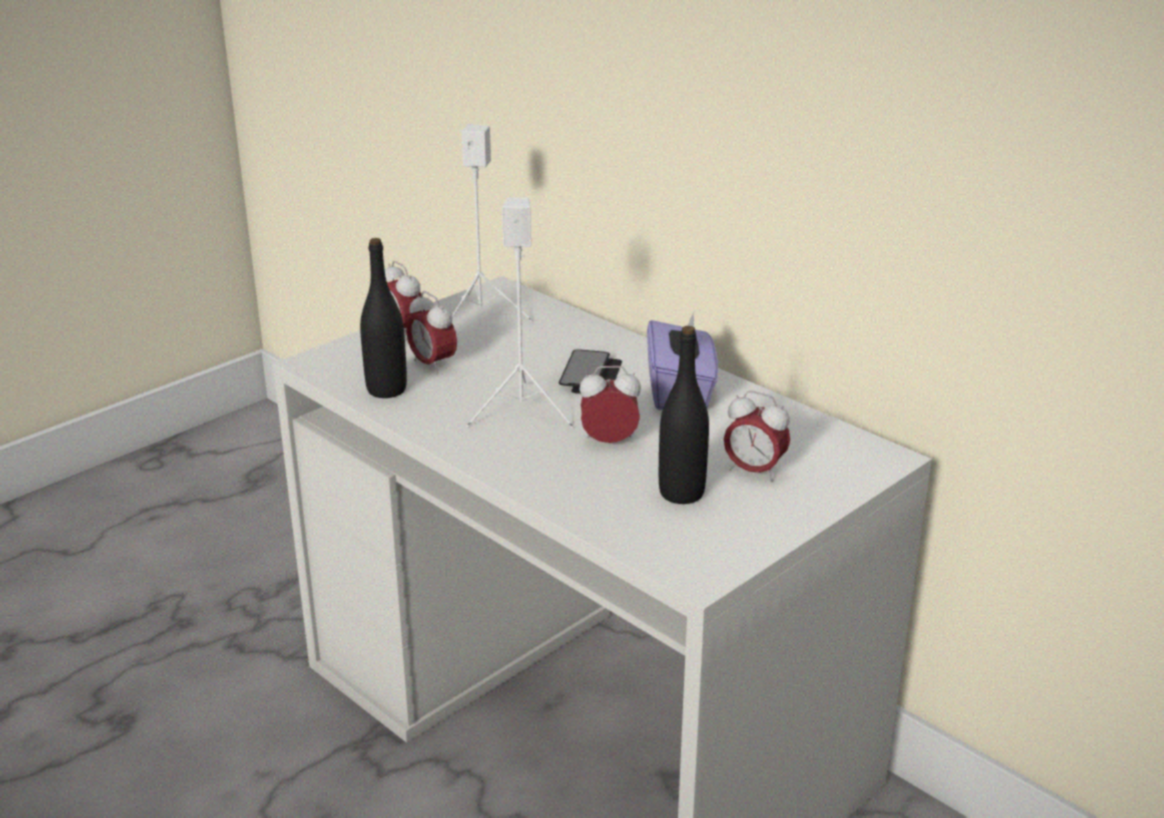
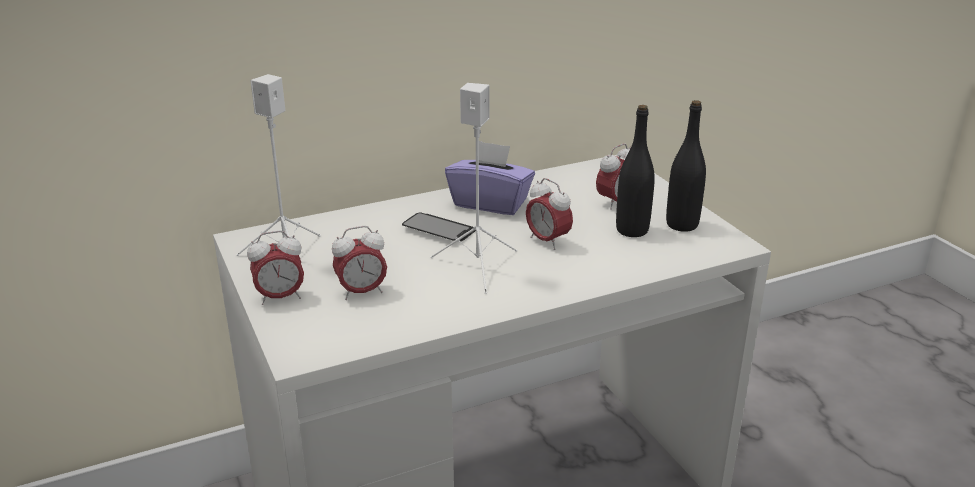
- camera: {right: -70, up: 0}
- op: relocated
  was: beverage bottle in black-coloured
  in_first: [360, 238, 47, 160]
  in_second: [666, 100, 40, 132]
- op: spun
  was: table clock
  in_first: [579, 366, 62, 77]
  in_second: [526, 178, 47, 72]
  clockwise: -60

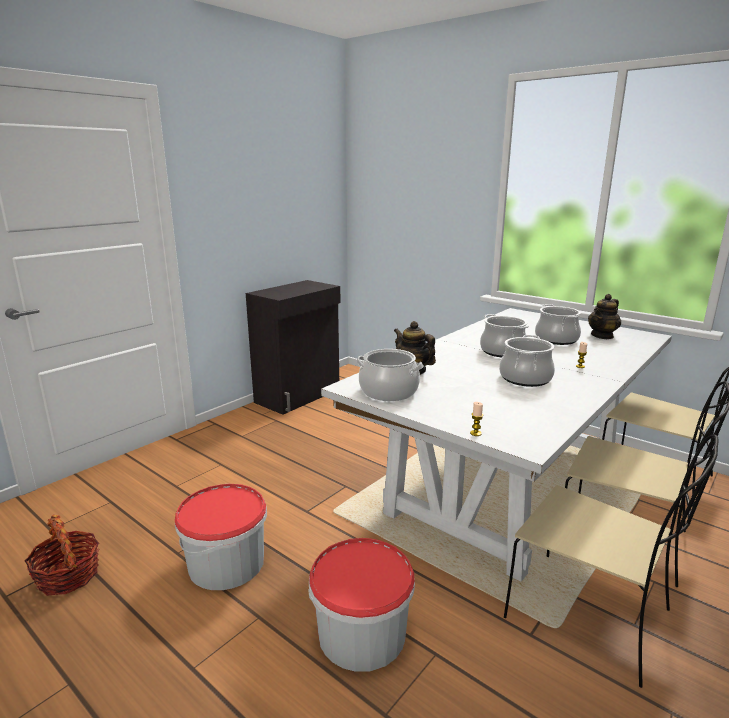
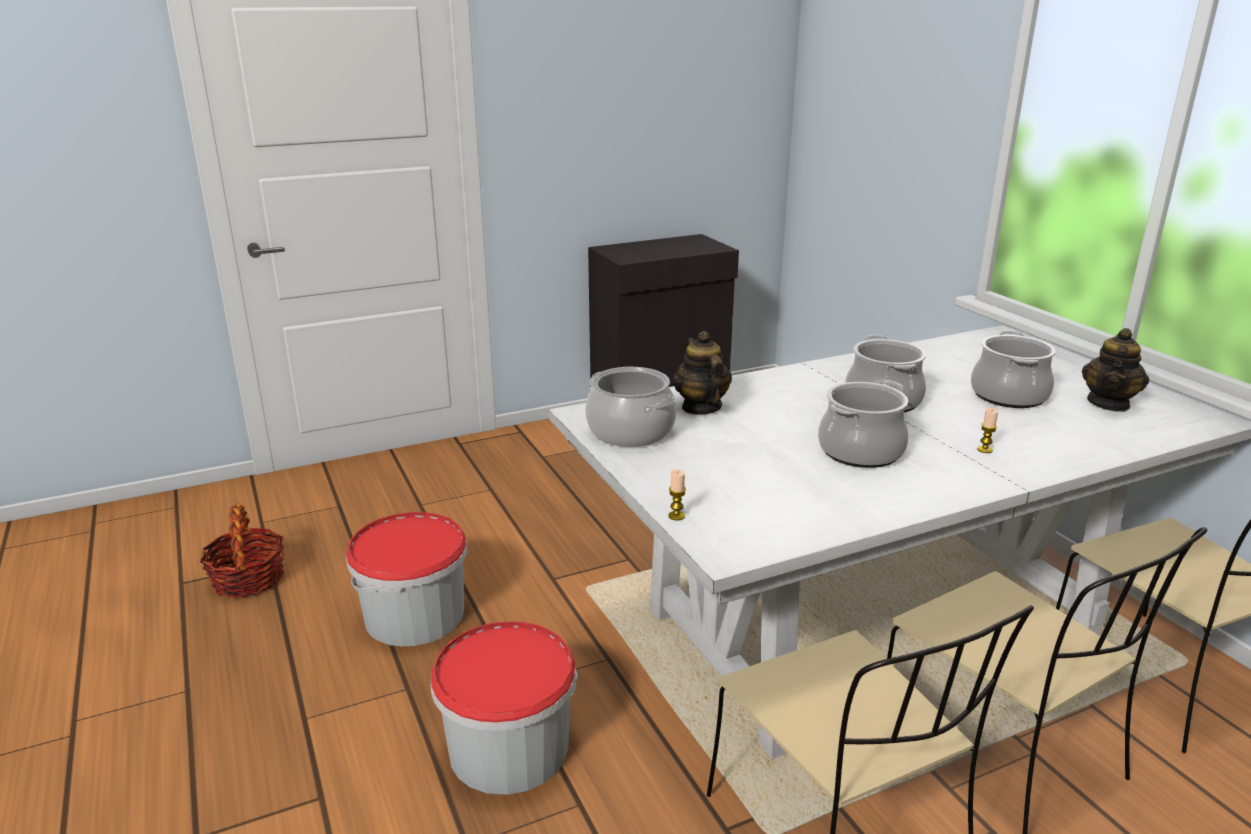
- camera: {right: 25, up: 5}
- op: spun
  was: teapot
  in_first: [588, 294, 33, 45]
  in_second: [1082, 328, 67, 84]
  clockwise: -45

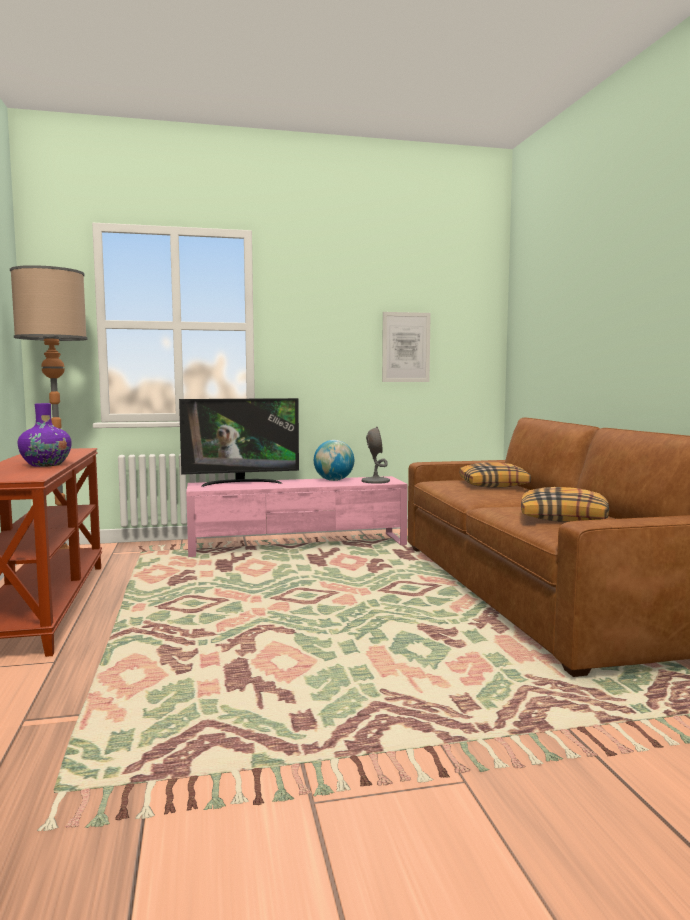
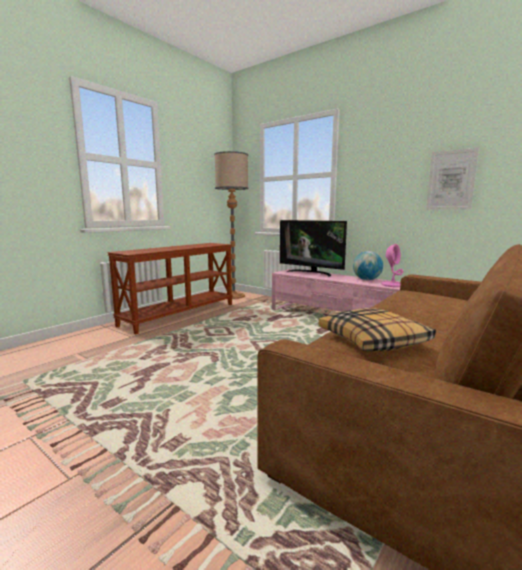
- camera: {right: 50, up: 5}
- op: missing
  was: vase in purplish
  in_first: [18, 403, 54, 64]
- op: colour
  was: table lamp in grey
  now: table lamp in pink
  in_first: [362, 427, 28, 57]
  in_second: [381, 244, 22, 43]
- op: missing
  was: cushion
  in_first: [460, 462, 71, 26]

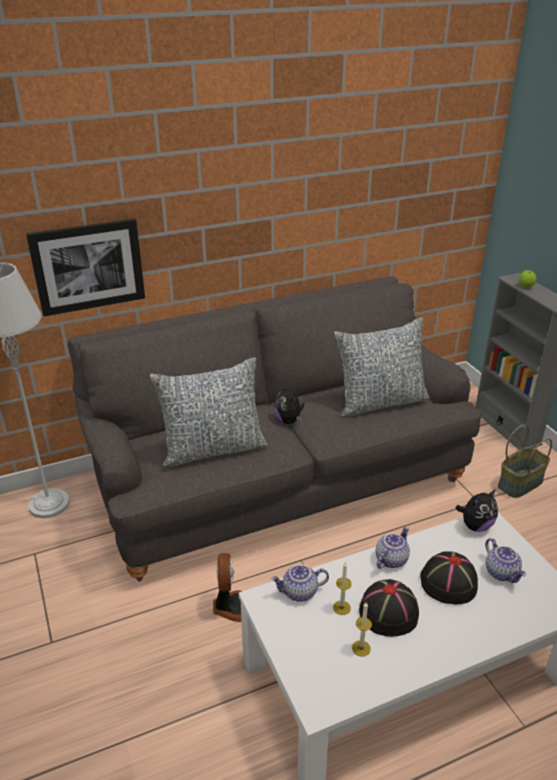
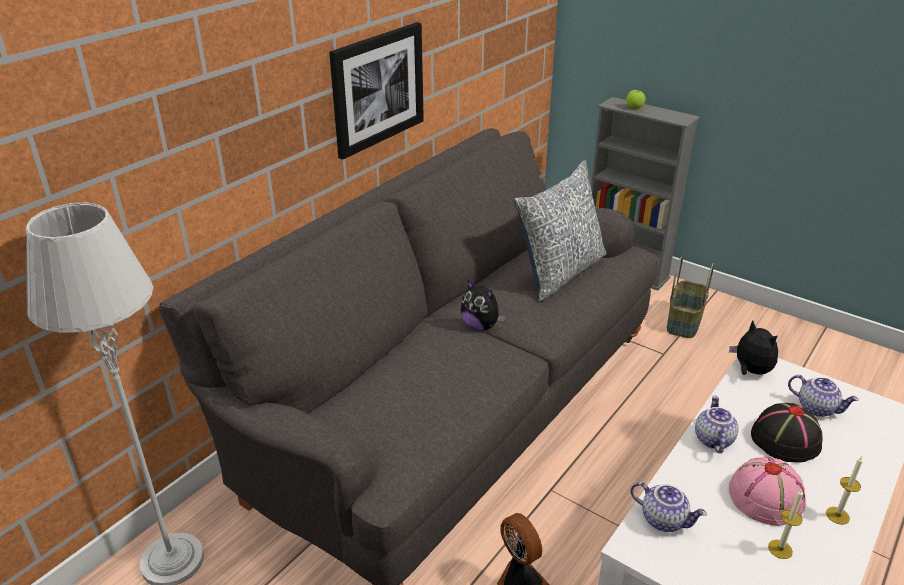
- camera: {right: -30, up: 0}
- op: relocated
  was: picture
  in_first: [26, 219, 119, 97]
  in_second: [329, 22, 95, 137]
- op: missing
  was: cushion
  in_first: [150, 357, 118, 110]
- op: spun
  was: teapot
  in_first: [271, 564, 58, 38]
  in_second: [630, 482, 77, 50]
  clockwise: -105
- op: relocated
  was: candle
  in_first: [333, 562, 19, 53]
  in_second: [826, 457, 37, 68]
- op: colour
  was: hat in black-coloured
  now: hat in pink
  in_first: [359, 579, 60, 58]
  in_second: [729, 457, 77, 69]
- op: spun
  was: plush toy
  in_first: [455, 489, 43, 43]
  in_second: [729, 320, 49, 55]
  clockwise: -60

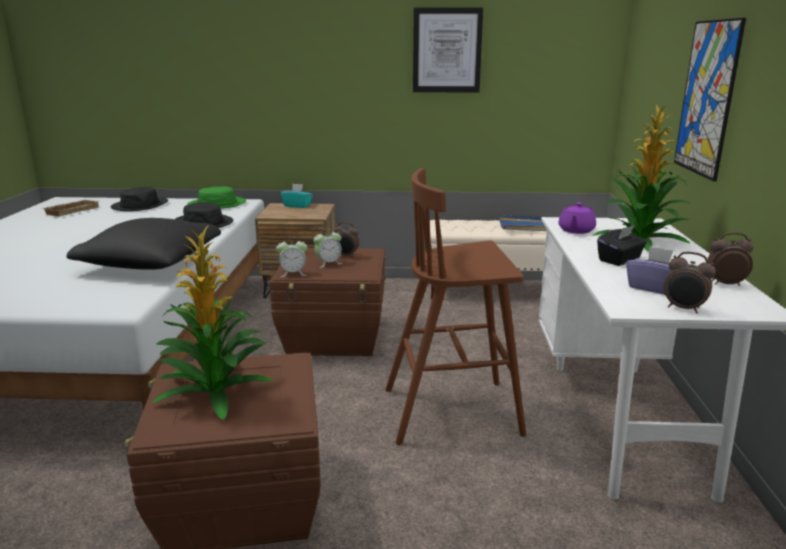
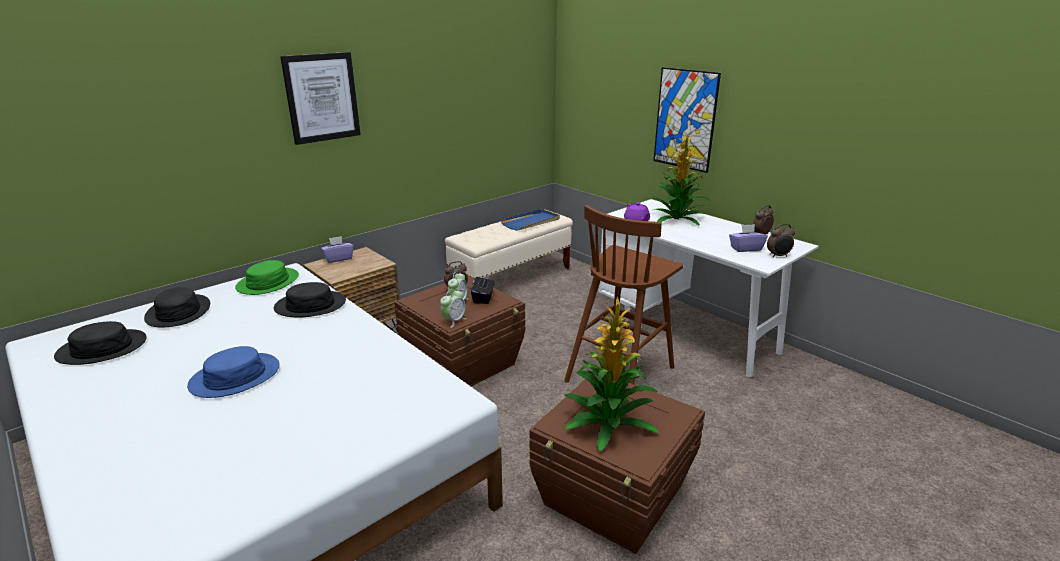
- camera: {right: -45, up: 5}
- op: exchanged
  was: tray in beige
  now: hat in black-coloured
  in_first: [42, 200, 58, 17]
  in_second: [54, 321, 93, 44]
- op: missing
  was: cushion in black-coloured
  in_first: [66, 218, 155, 52]
- op: colour
  was: box of tissues in blue-green
  now: box of tissues in purplish
  in_first: [280, 183, 33, 25]
  in_second: [321, 236, 32, 27]
- op: relocated
  was: picture
  in_first: [413, 7, 70, 85]
  in_second: [280, 52, 81, 93]
- op: relocated
  was: box of tissues in black-coloured
  in_first: [597, 225, 50, 41]
  in_second: [471, 275, 23, 29]
- op: appeared
  now: hat in blue-coloured
  in_second: [187, 346, 93, 52]

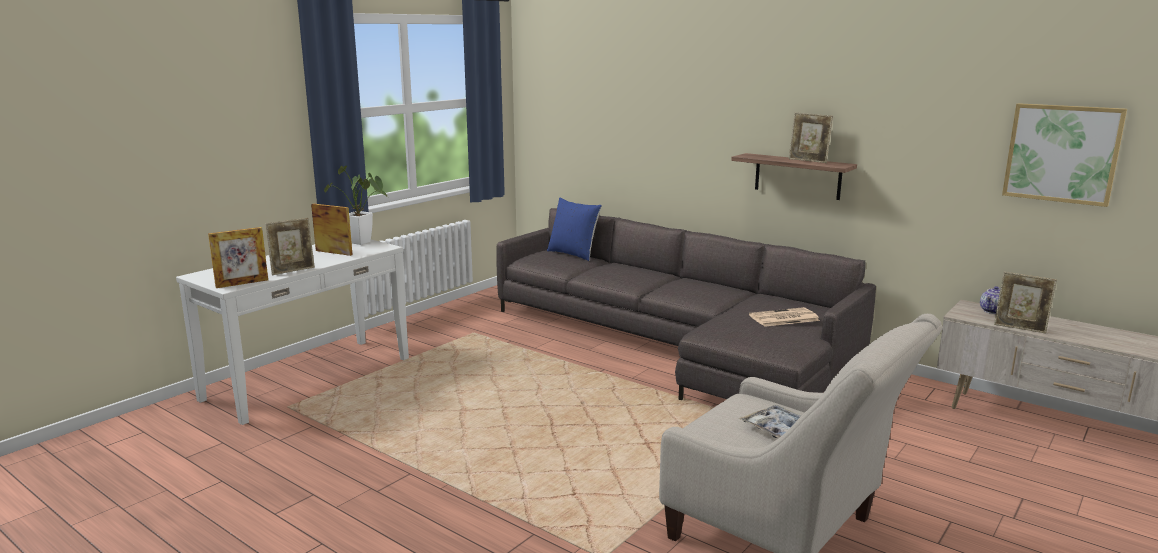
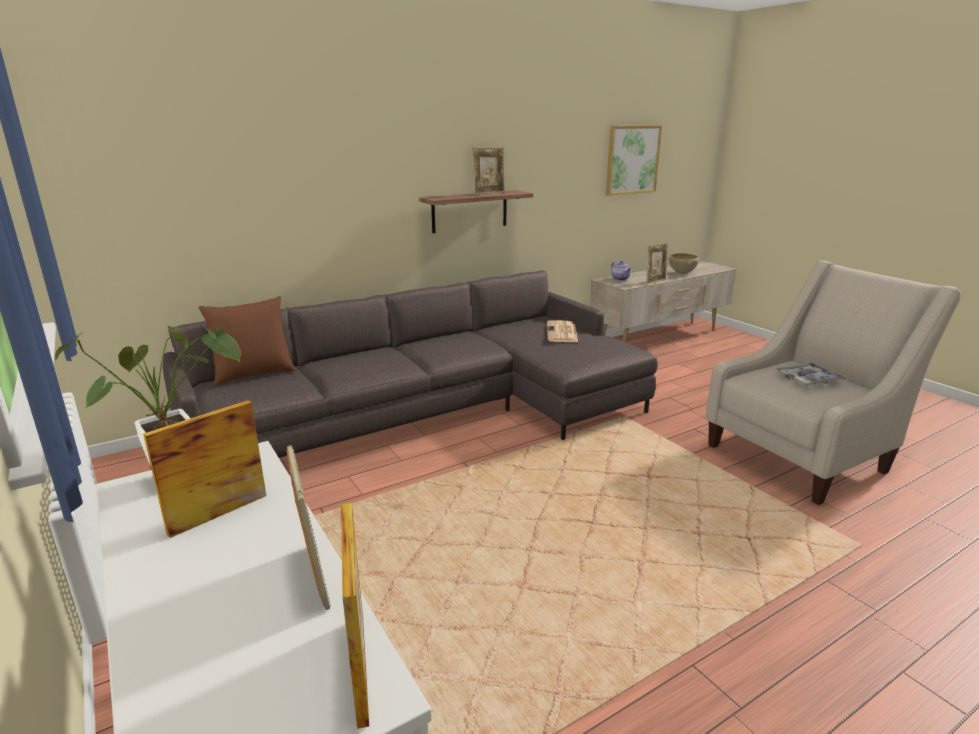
- camera: {right: -70, up: 5}
- op: colour
  was: cushion in blue-coloured
  now: cushion in brownish
  in_first: [547, 197, 55, 64]
  in_second: [198, 296, 97, 89]
- op: appeared
  now: deep dish in brownish
  in_second: [669, 253, 30, 21]

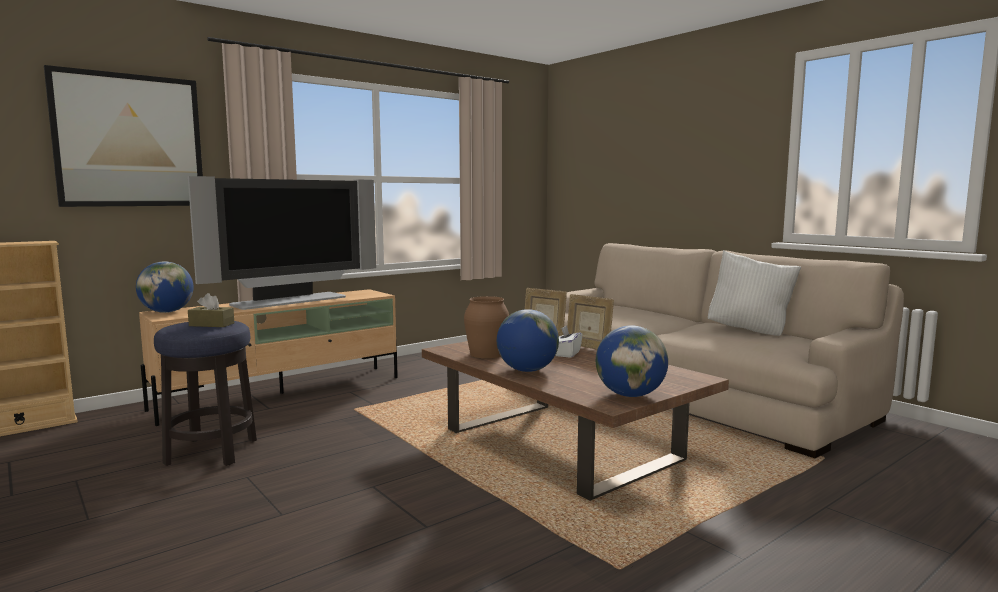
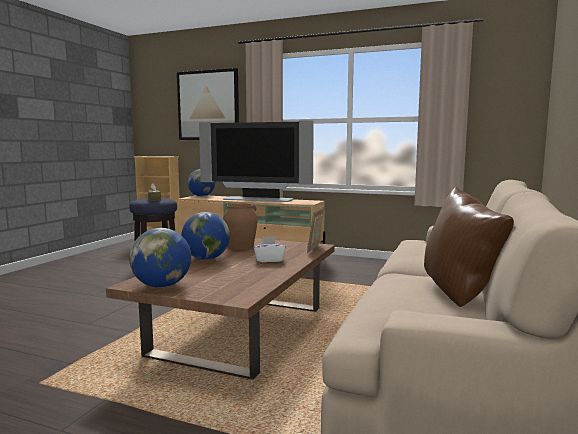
- camera: {right: 60, up: 0}
- op: missing
  was: standing frame
  in_first: [567, 294, 47, 56]
- op: colour
  was: cushion in whitish
  now: cushion in brownish
  in_first: [708, 250, 93, 86]
  in_second: [424, 186, 90, 121]

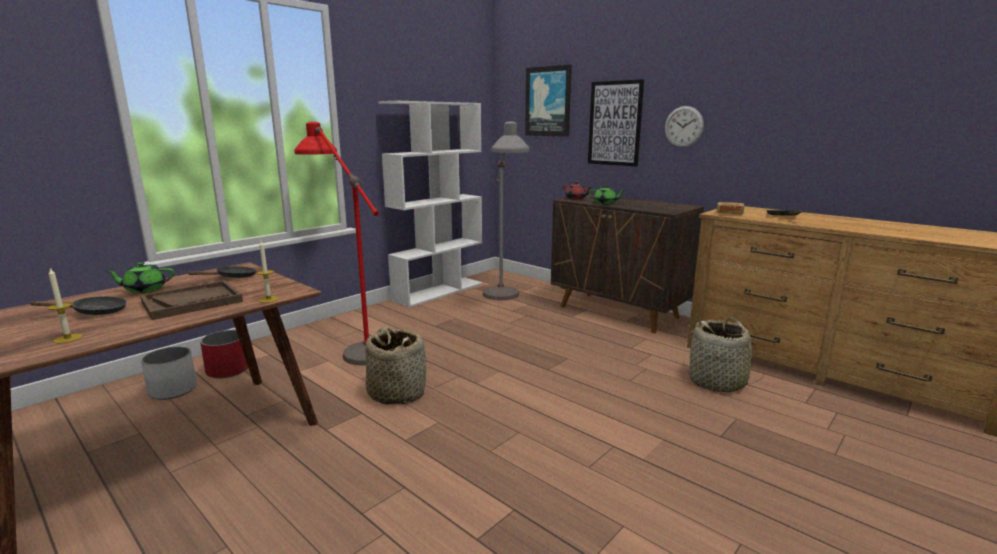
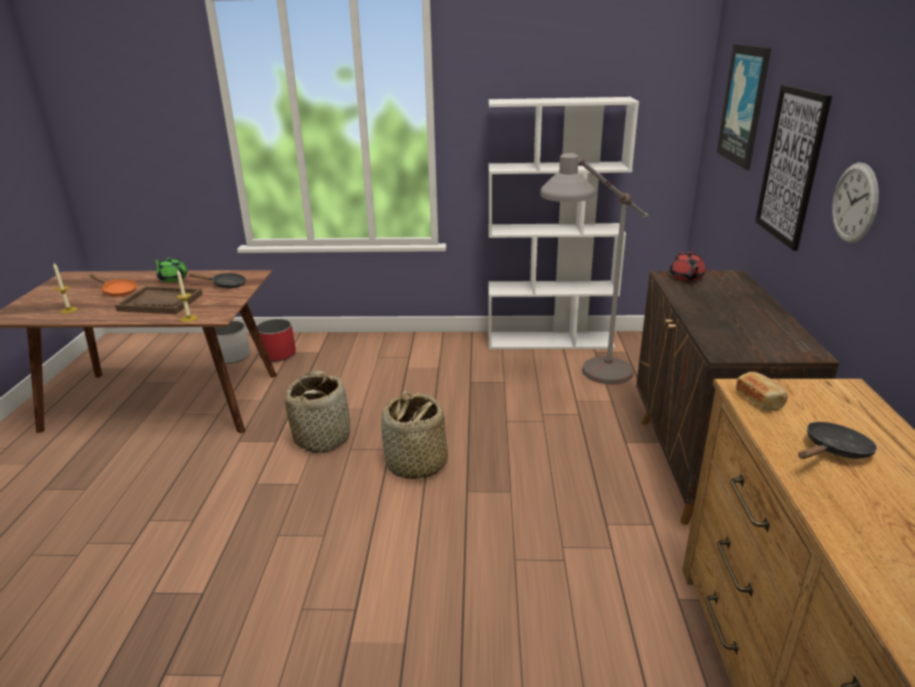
- camera: {right: 50, up: 10}
- op: colour
  was: pan in black-coloured
  now: pan in orange
  in_first: [29, 296, 98, 19]
  in_second: [90, 274, 47, 22]
- op: missing
  was: standard lamp in red-coloured
  in_first: [294, 122, 85, 243]
- op: missing
  was: teapot in green-coloured
  in_first: [589, 185, 36, 19]
- op: relocated
  was: household basket
  in_first: [683, 318, 82, 74]
  in_second: [381, 391, 67, 88]

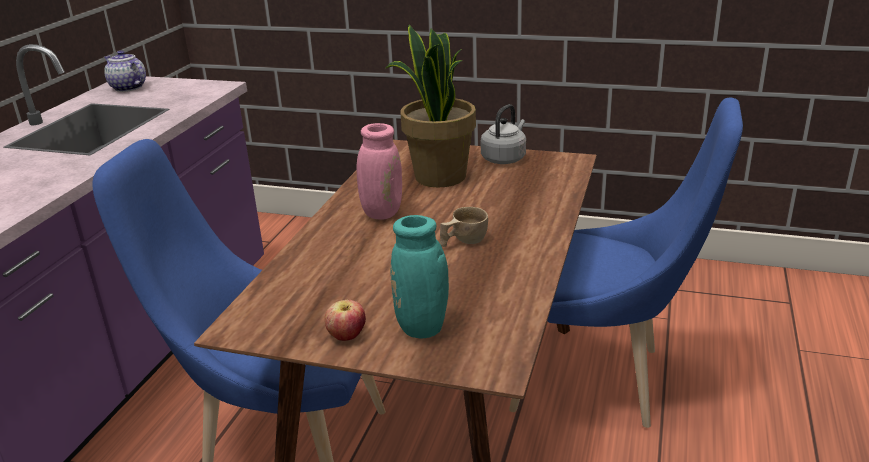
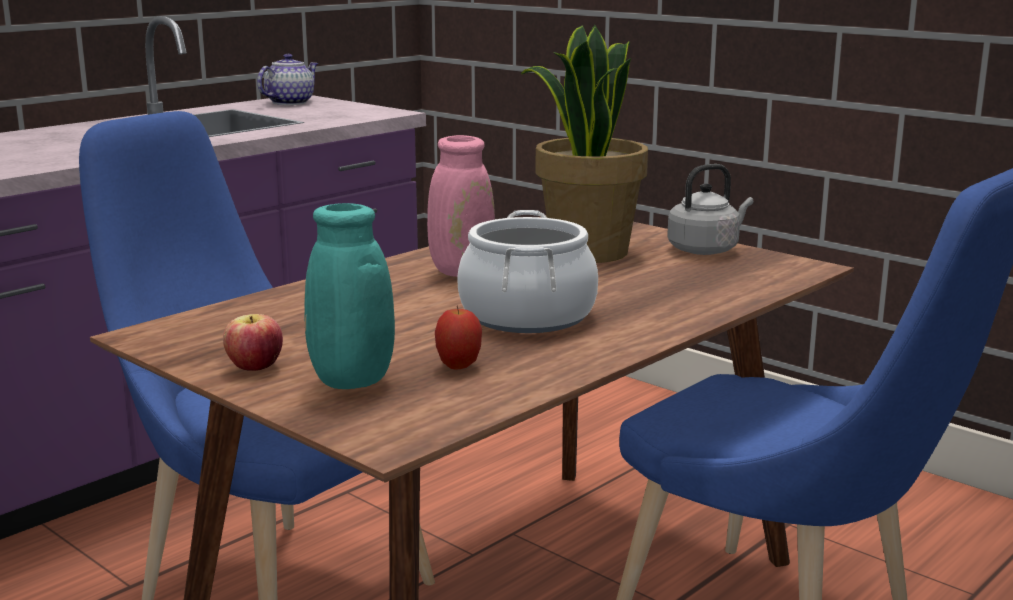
- camera: {right: 25, up: -10}
- op: spun
  was: teapot
  in_first: [104, 50, 42, 42]
  in_second: [257, 54, 61, 51]
  clockwise: 60
- op: exchanged
  was: cup in beige
  now: saucepot
  in_first: [440, 207, 48, 40]
  in_second: [457, 210, 141, 123]
- op: appeared
  now: apple fruit
  in_second: [435, 305, 47, 64]

